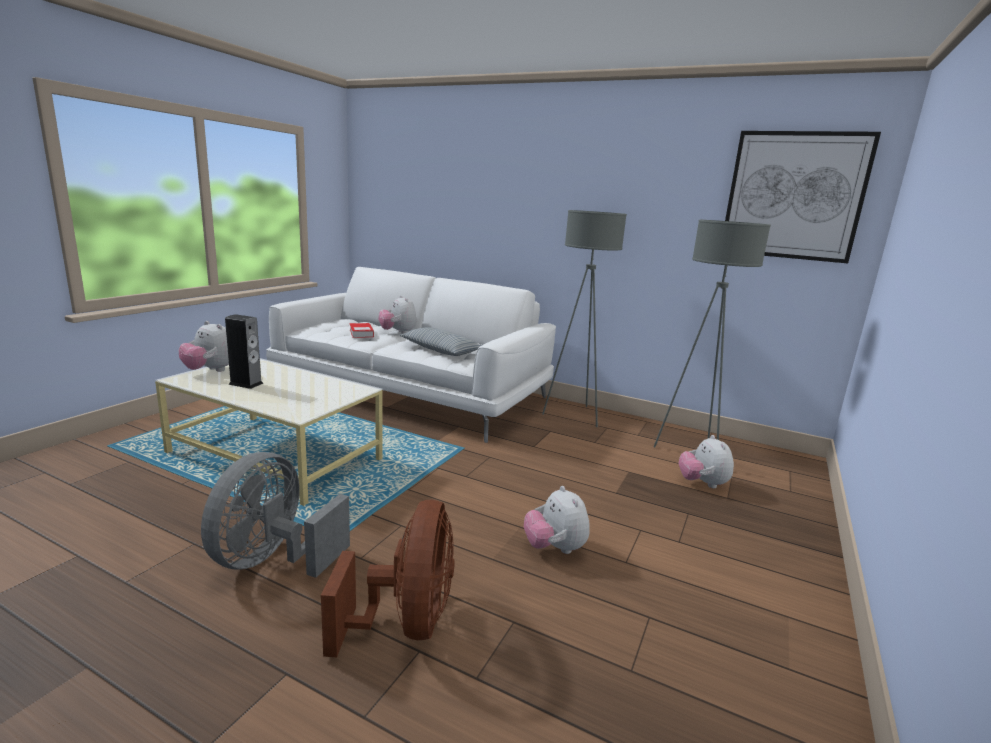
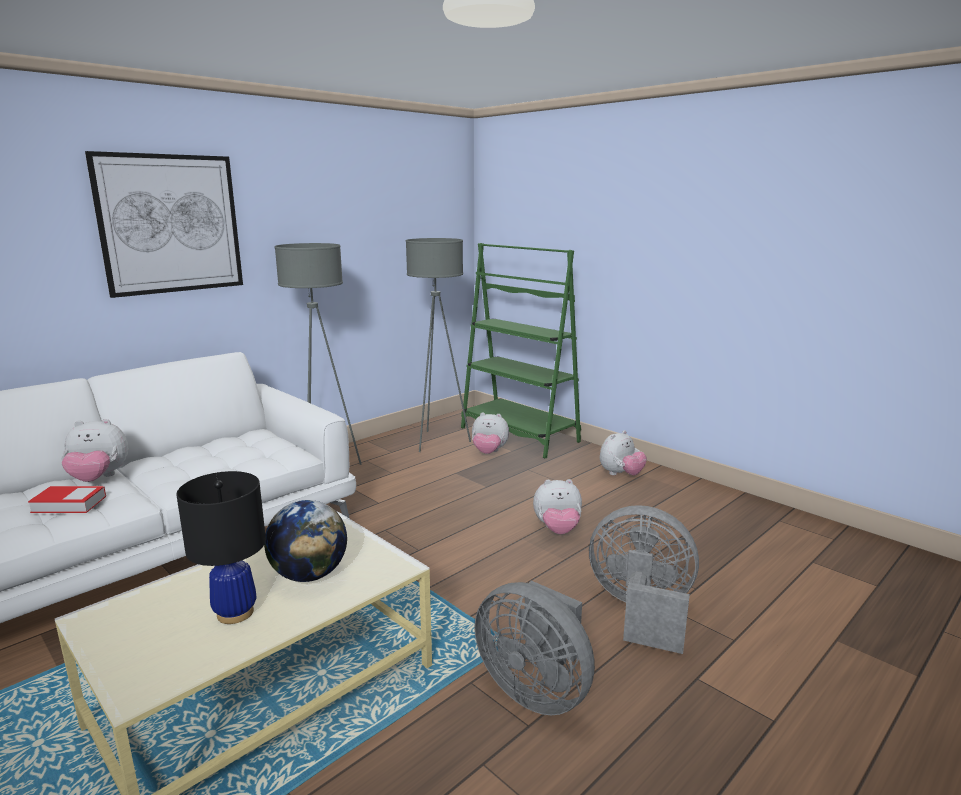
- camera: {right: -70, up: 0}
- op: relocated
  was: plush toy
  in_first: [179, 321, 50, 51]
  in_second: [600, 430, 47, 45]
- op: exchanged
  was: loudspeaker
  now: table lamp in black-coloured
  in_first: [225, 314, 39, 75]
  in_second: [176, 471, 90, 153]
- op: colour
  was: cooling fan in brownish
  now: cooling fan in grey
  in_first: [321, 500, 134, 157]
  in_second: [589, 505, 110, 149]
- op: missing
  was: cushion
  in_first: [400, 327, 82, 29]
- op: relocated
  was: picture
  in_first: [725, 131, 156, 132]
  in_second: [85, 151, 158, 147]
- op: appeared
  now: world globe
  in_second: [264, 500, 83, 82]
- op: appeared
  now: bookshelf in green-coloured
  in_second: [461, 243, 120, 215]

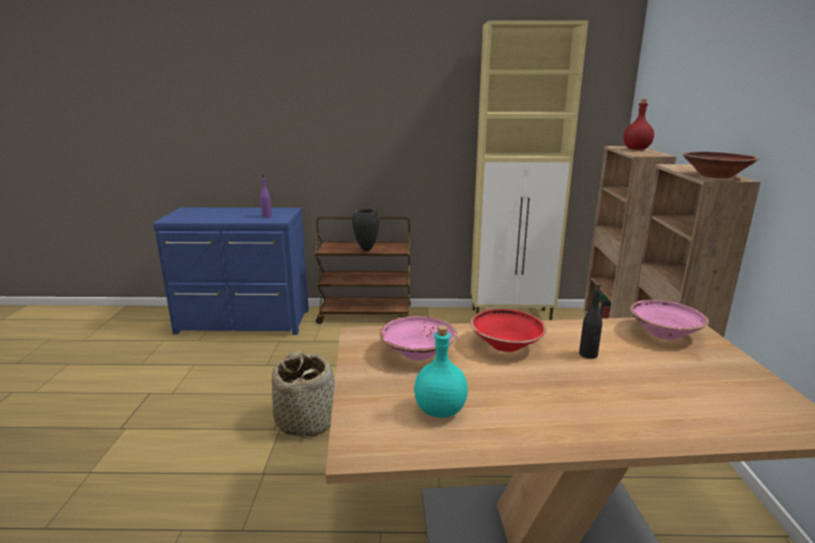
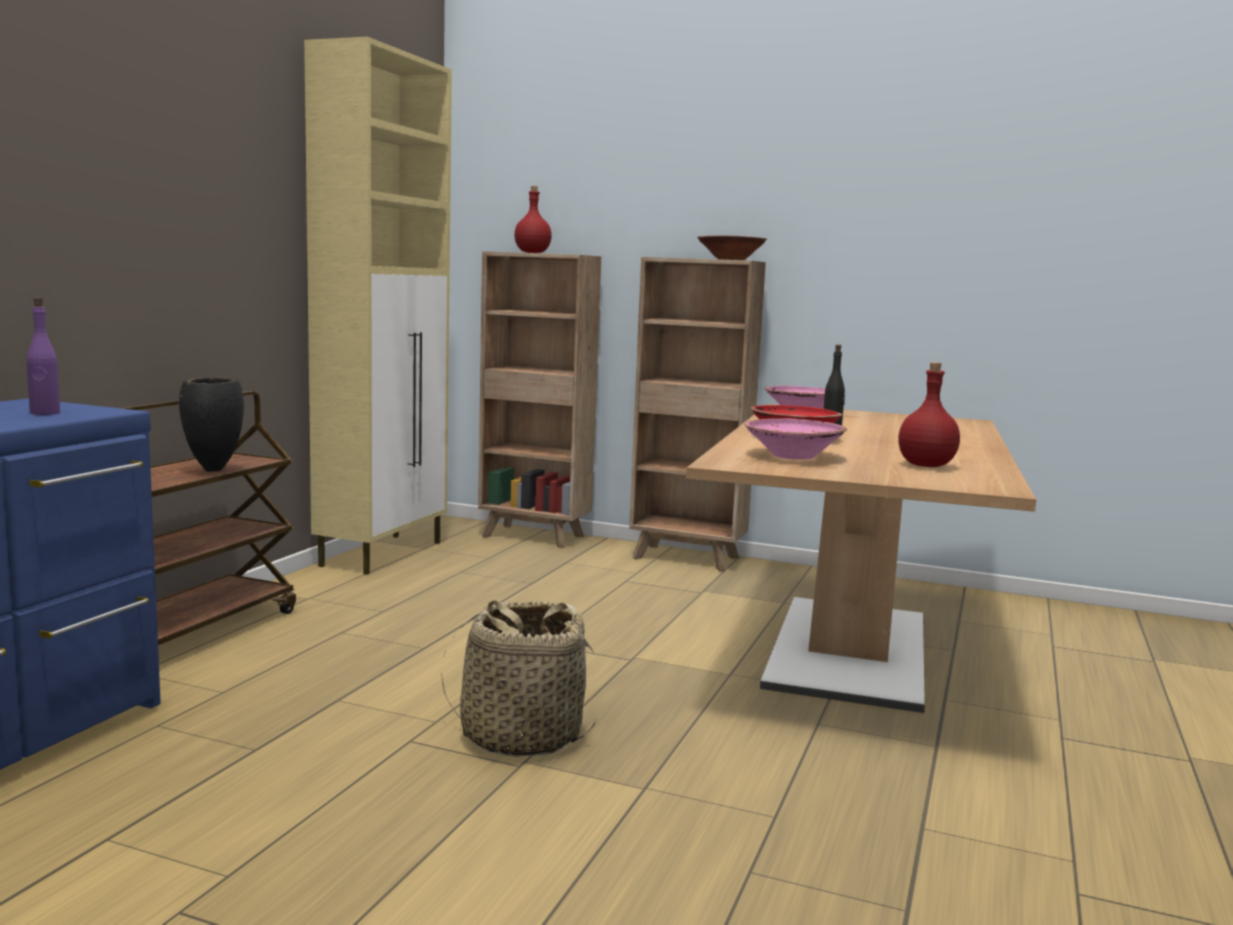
- camera: {right: -70, up: -10}
- op: colour
  was: beverage bottle in blue-green
  now: beverage bottle in red-coloured
  in_first: [414, 325, 54, 93]
  in_second: [898, 362, 62, 105]

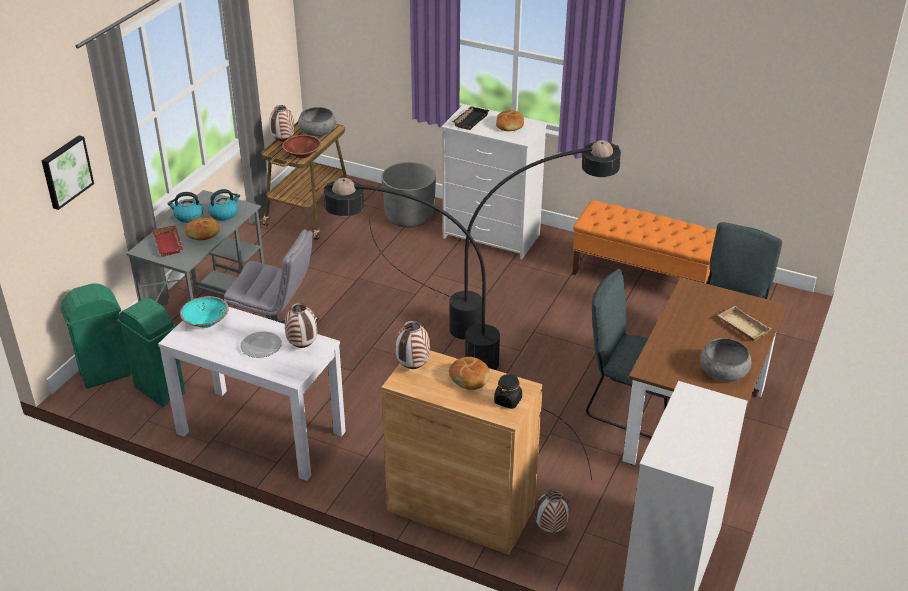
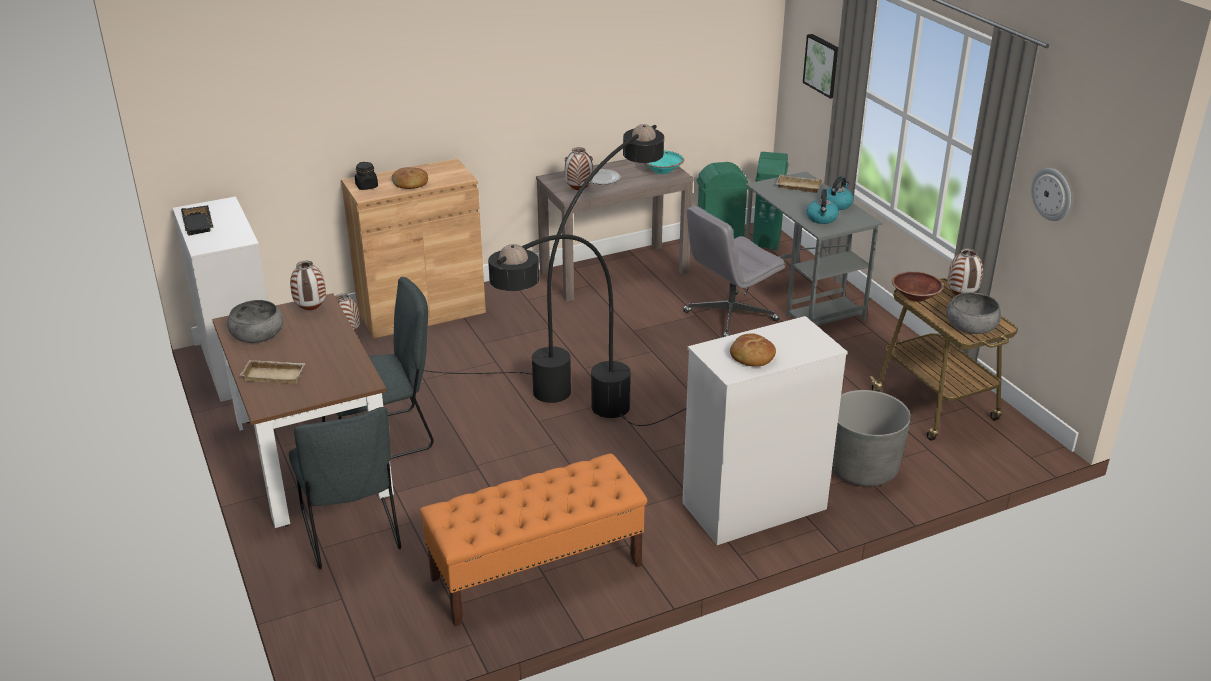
- camera: {right: 130, up: -5}
- op: colour
  was: tray in red-coloured
  now: tray in beige
  in_first: [152, 225, 32, 32]
  in_second: [776, 174, 47, 19]
- op: colour
  was: hall table in whitish
  now: hall table in brownish
  in_first: [158, 307, 188, 174]
  in_second: [536, 159, 158, 143]
- op: missing
  was: bread
  in_first: [185, 217, 35, 23]
- op: relocated
  was: vase
  in_first: [395, 321, 35, 48]
  in_second: [290, 261, 36, 49]
- op: relocated
  was: tray in black-coloured
  in_first: [453, 106, 36, 24]
  in_second: [181, 205, 33, 31]
- op: appeared
  now: clock on the wall
  in_second: [1031, 168, 40, 53]

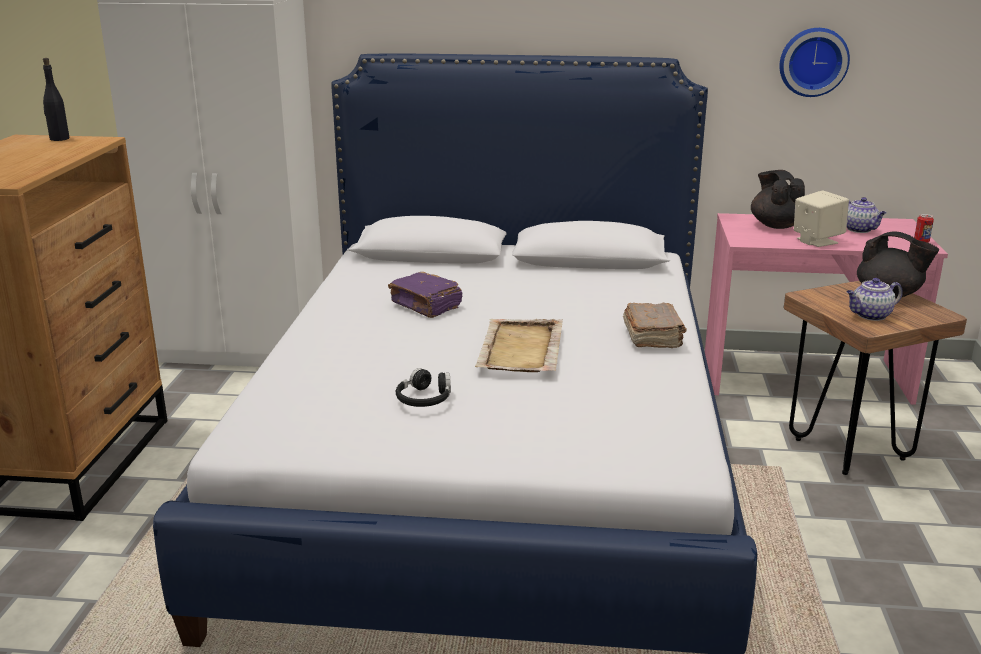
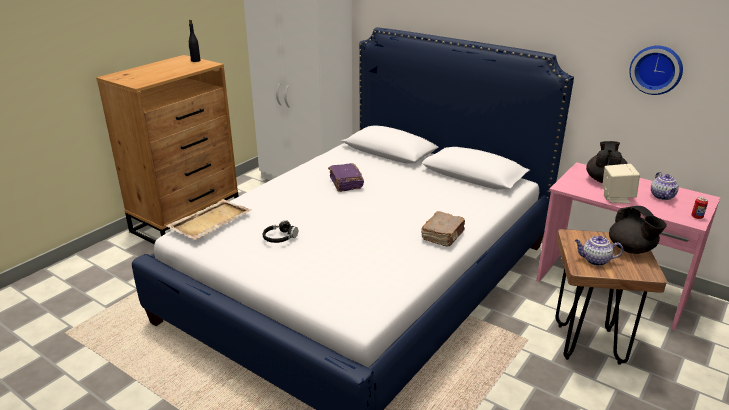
- camera: {right: 30, up: 5}
- op: relocated
  was: tray in beige
  in_first: [475, 319, 88, 53]
  in_second: [166, 199, 85, 41]

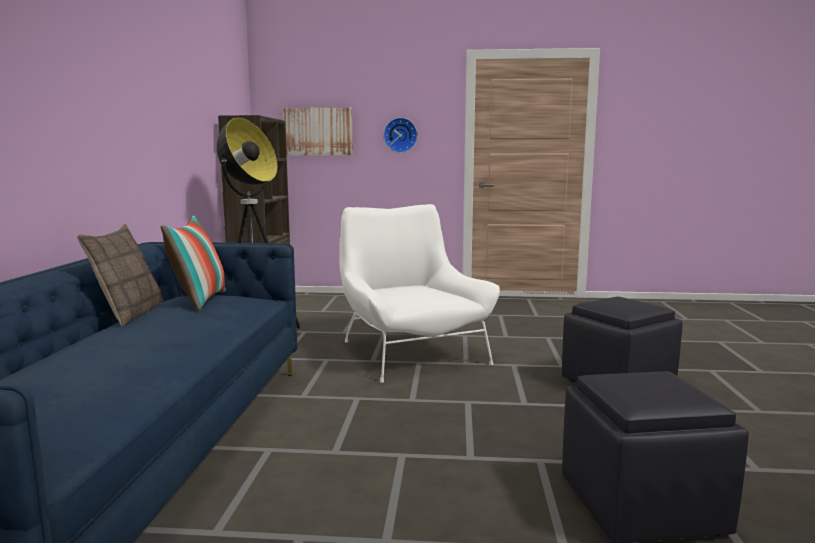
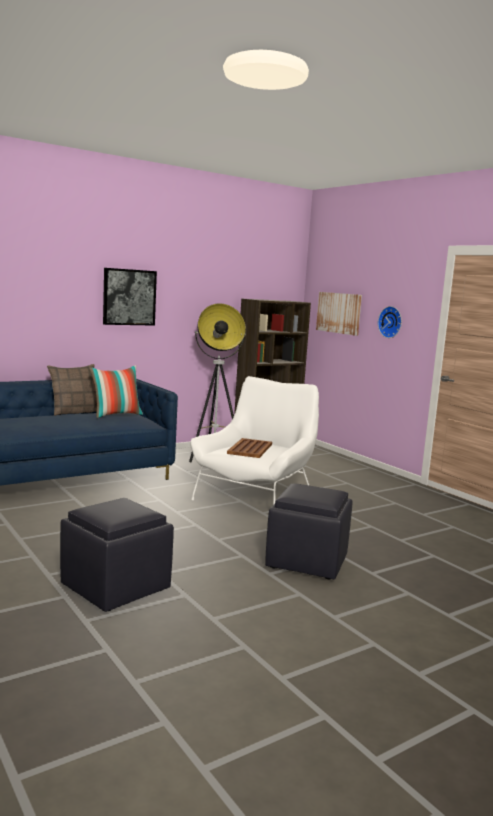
- camera: {right: 50, up: 0}
- op: appeared
  now: picture
  in_second: [103, 268, 54, 58]
- op: appeared
  now: tray in brownish
  in_second: [227, 438, 45, 20]

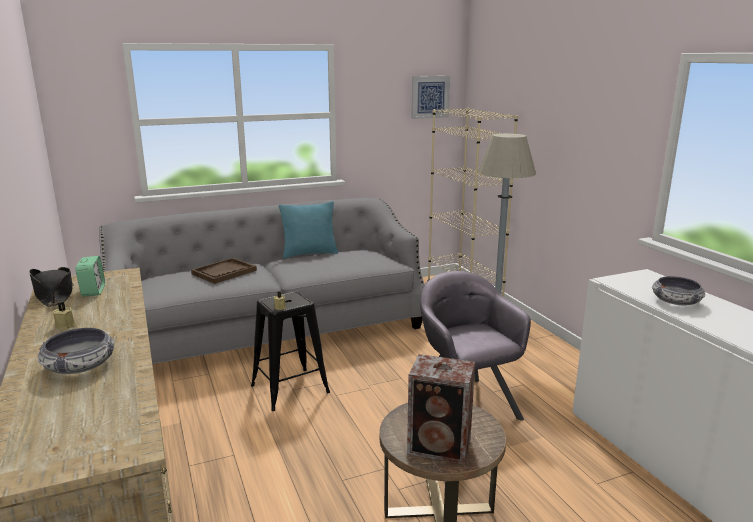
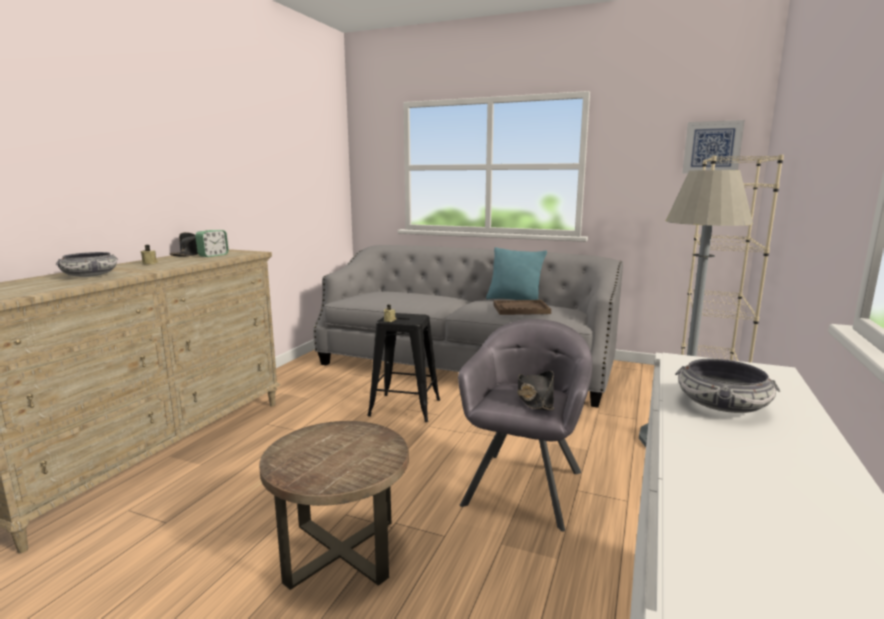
- camera: {right: 45, up: -5}
- op: relocated
  was: tray in brownish
  in_first: [191, 258, 66, 26]
  in_second: [493, 300, 58, 15]
- op: missing
  was: loudspeaker
  in_first: [407, 354, 68, 111]
- op: appeared
  now: hat in black-coloured
  in_second: [518, 371, 36, 39]

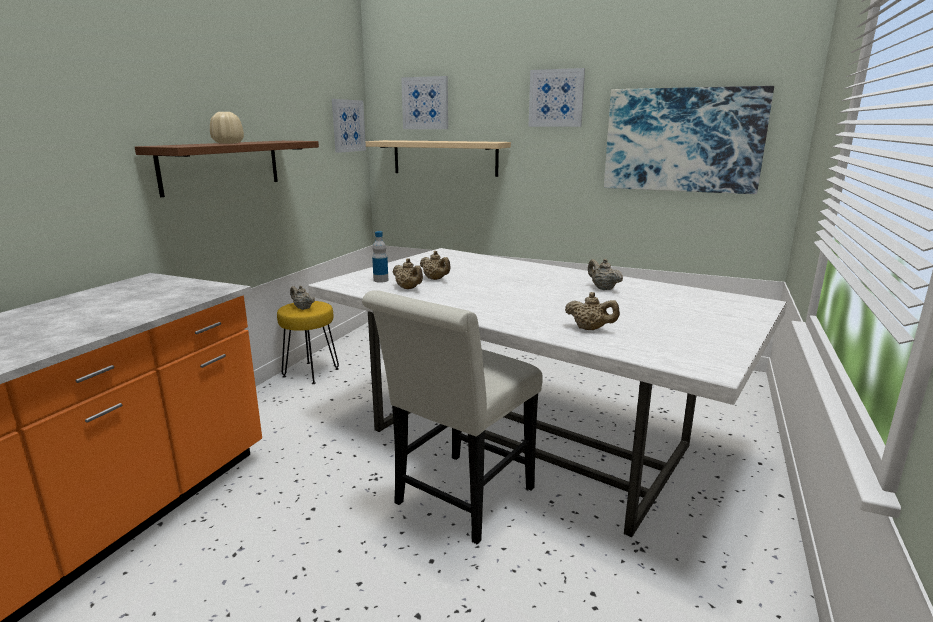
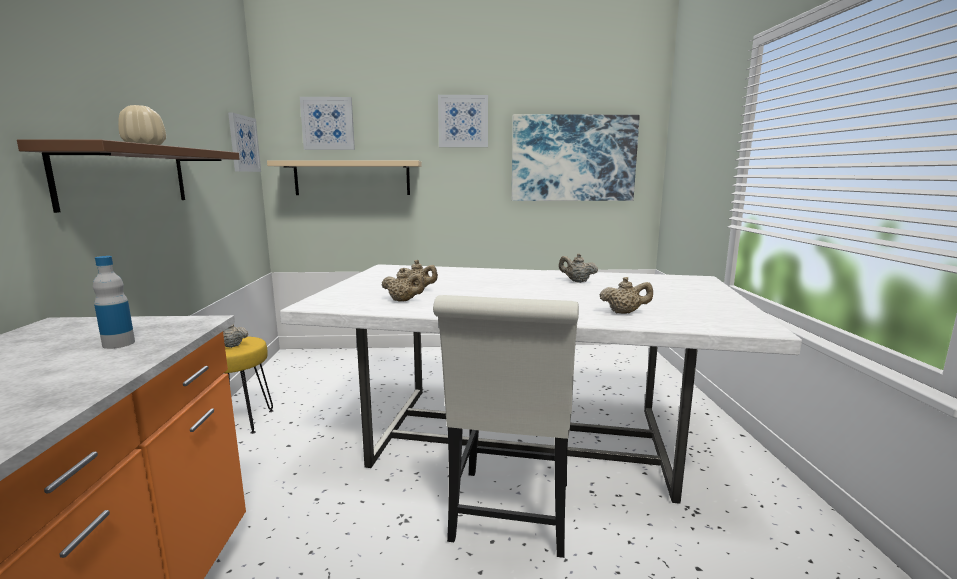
- camera: {right: -25, up: -5}
- op: relocated
  was: beverage bottle
  in_first: [372, 231, 16, 52]
  in_second: [93, 256, 42, 93]

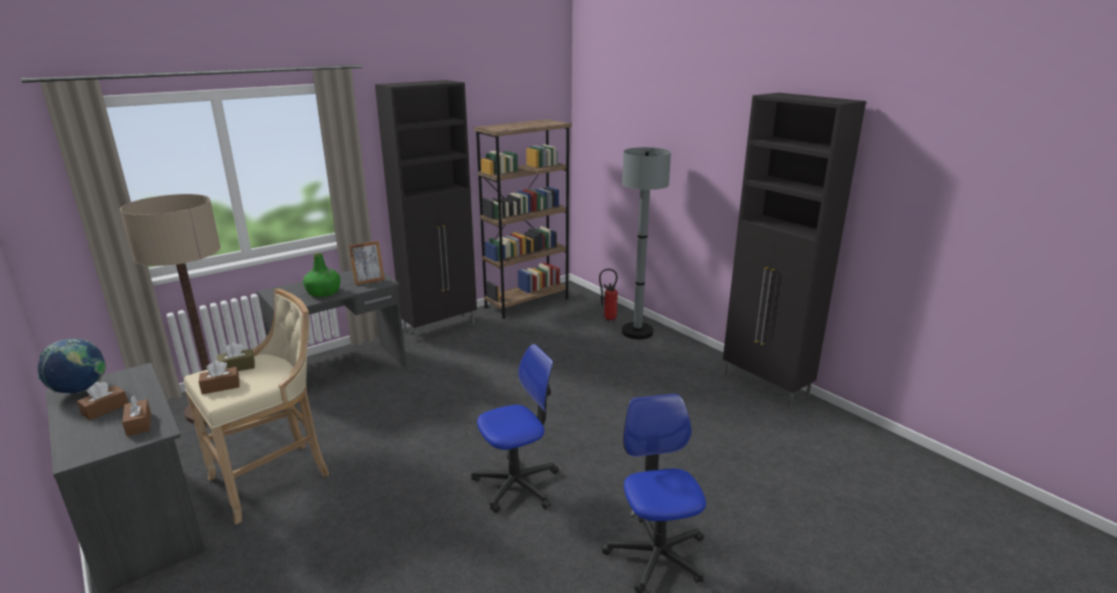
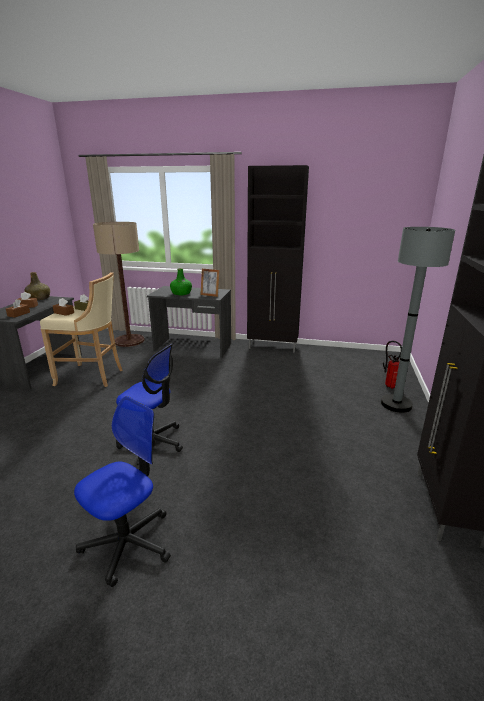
- camera: {right: 50, up: 0}
- op: exchanged
  was: world globe
  now: beverage bottle in green-coloured
  in_first: [37, 338, 69, 55]
  in_second: [25, 272, 25, 28]
- op: missing
  was: bookshelf in brownish
  in_first: [474, 119, 98, 200]

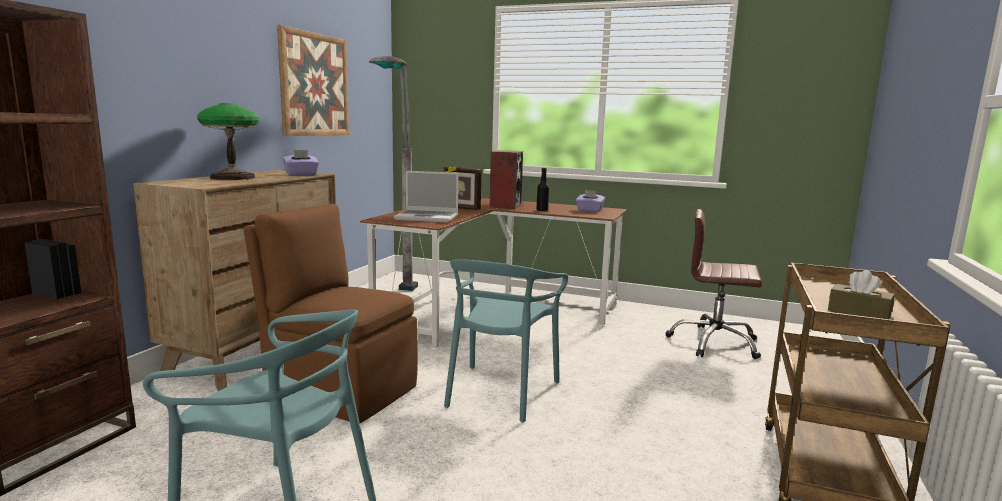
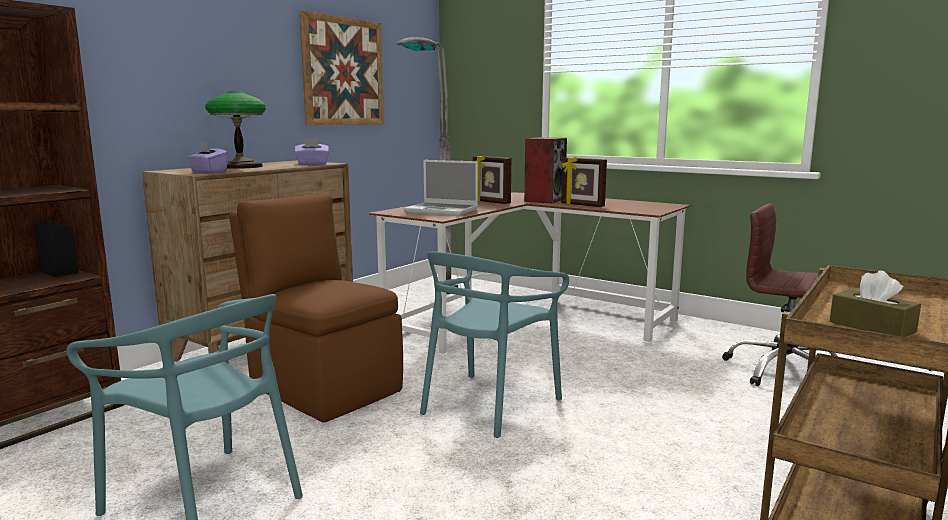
- camera: {right: 15, up: 0}
- op: exchanged
  was: beverage bottle in black-coloured
  now: standing frame
  in_first: [537, 168, 12, 43]
  in_second: [561, 156, 46, 51]
- op: relocated
  was: box of tissues in purplish
  in_first: [576, 190, 29, 22]
  in_second: [187, 142, 42, 31]

